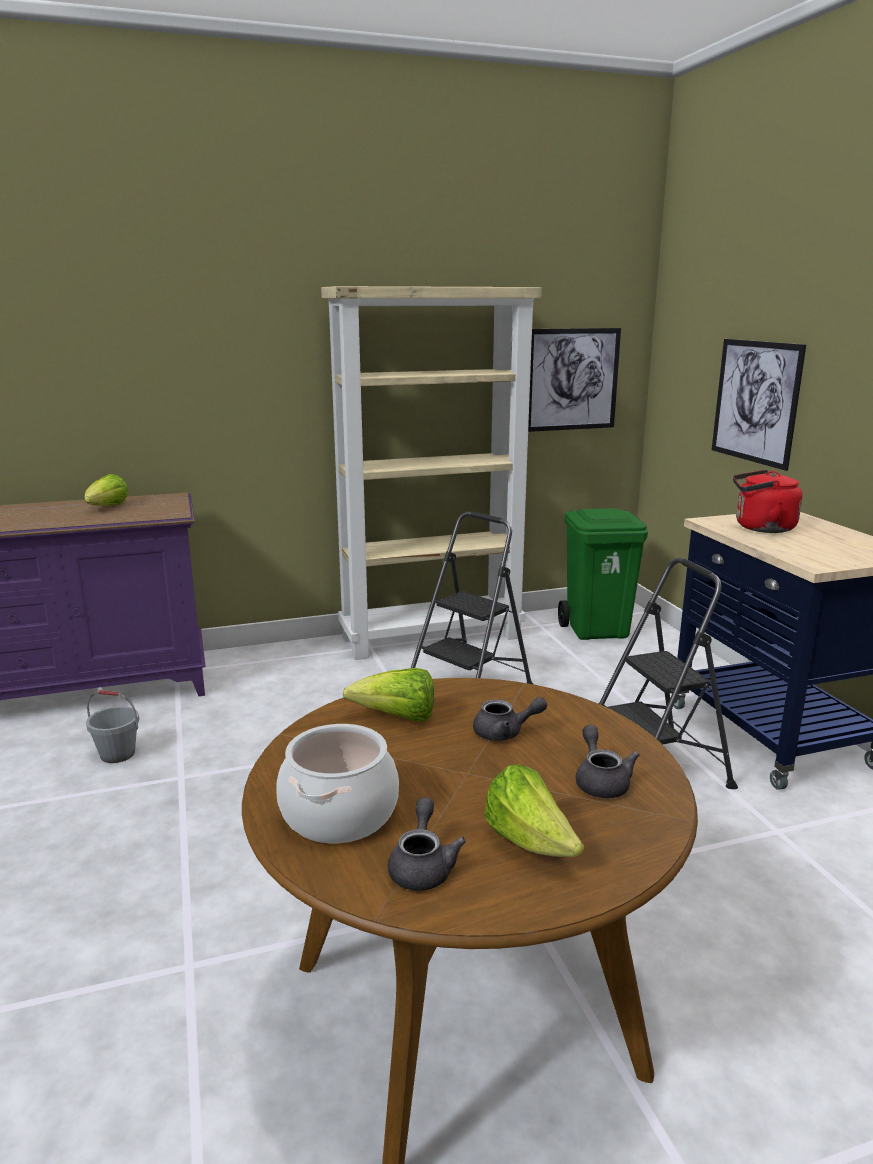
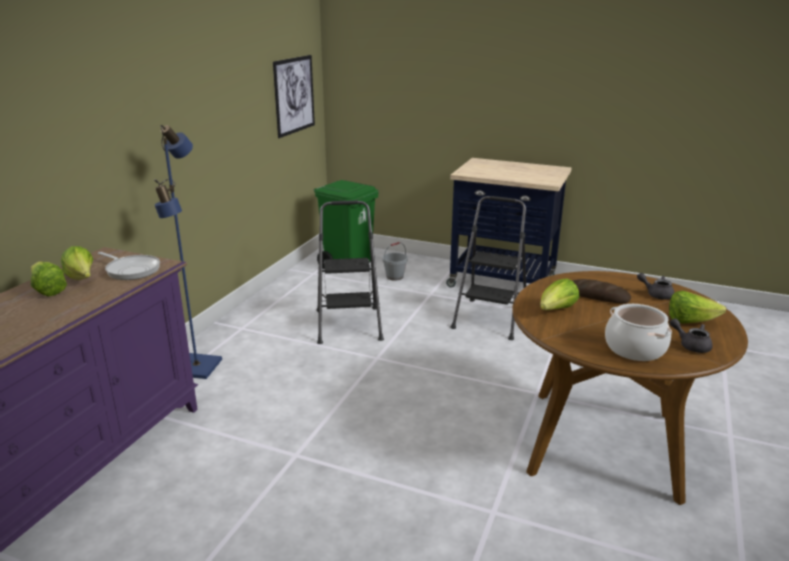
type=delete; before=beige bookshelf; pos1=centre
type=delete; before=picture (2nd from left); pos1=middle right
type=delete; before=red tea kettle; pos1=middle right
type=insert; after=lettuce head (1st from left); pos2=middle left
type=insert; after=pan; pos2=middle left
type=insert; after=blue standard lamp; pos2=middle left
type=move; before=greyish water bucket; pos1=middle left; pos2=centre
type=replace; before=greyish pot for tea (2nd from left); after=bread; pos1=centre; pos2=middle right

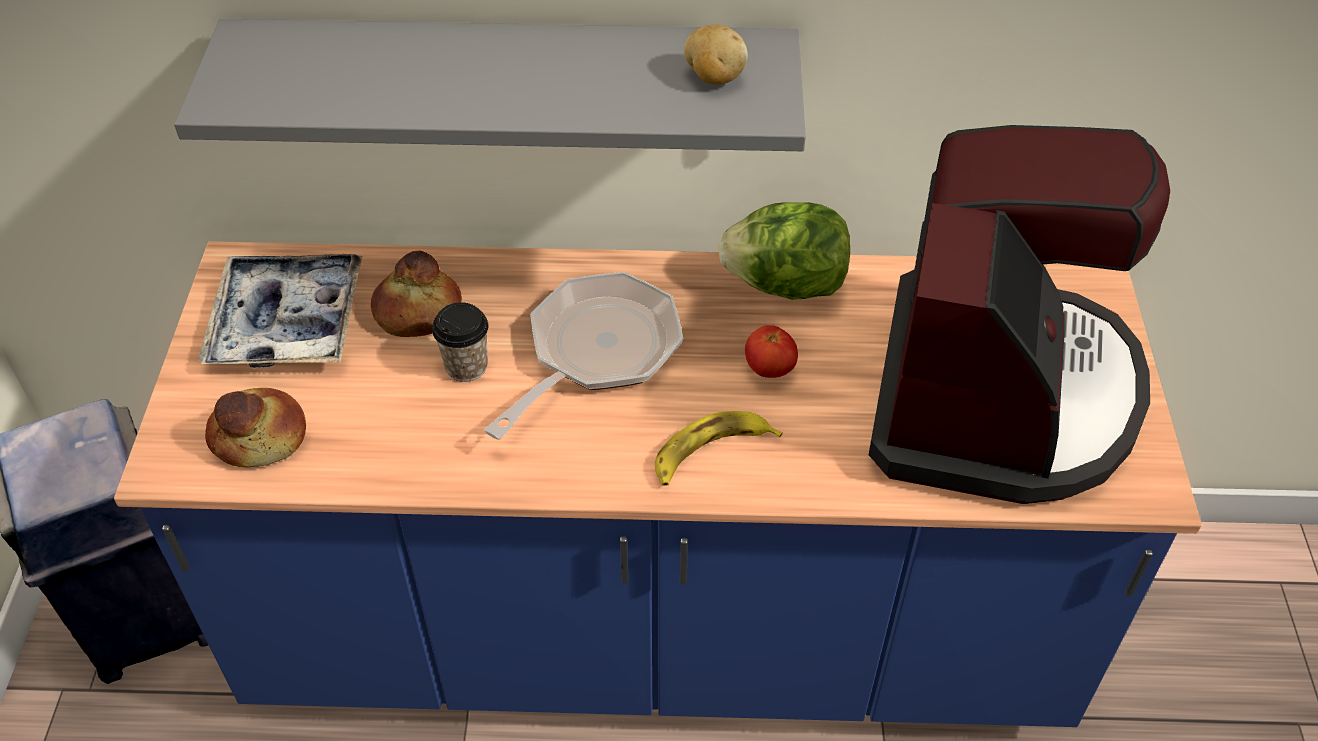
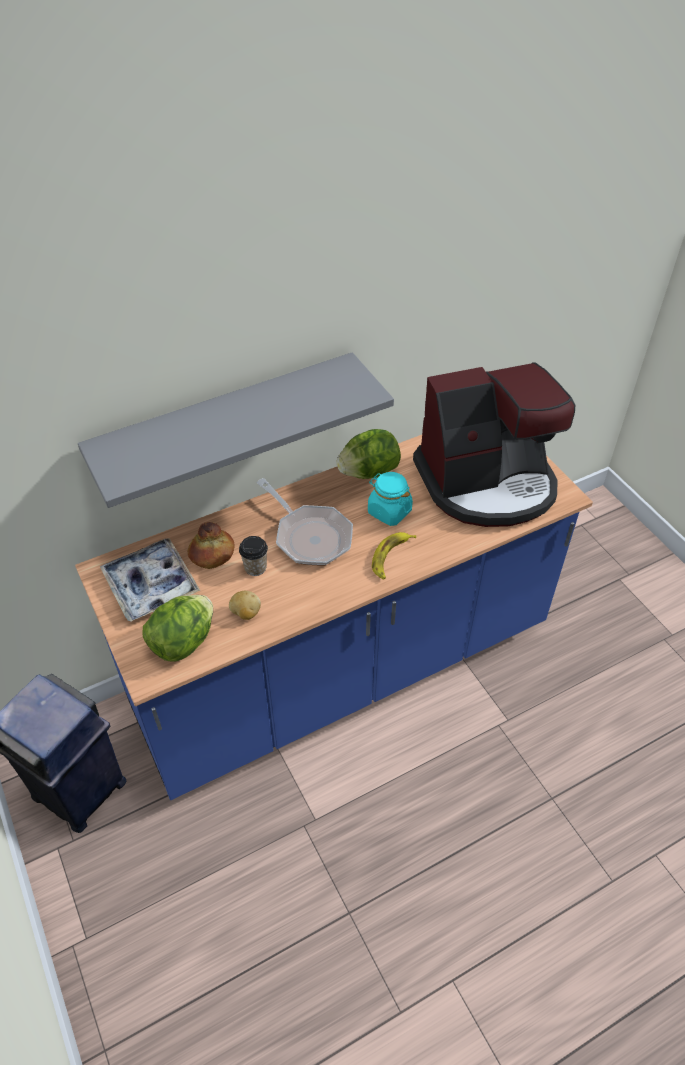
type=move; before=spud; pos1=top centre; pos2=centre
type=replace; before=bread (1st from left); after=lettuce head (1st from left); pos1=middle left; pos2=middle left
type=replace; before=whole tomato; after=turquoise jar; pos1=centre; pos2=centre
type=rotate; before=pan; pos1=centre; pos2=centre; turn=135
type=rotate; before=coffee maker; pos1=middle right; pos2=middle right; turn=90

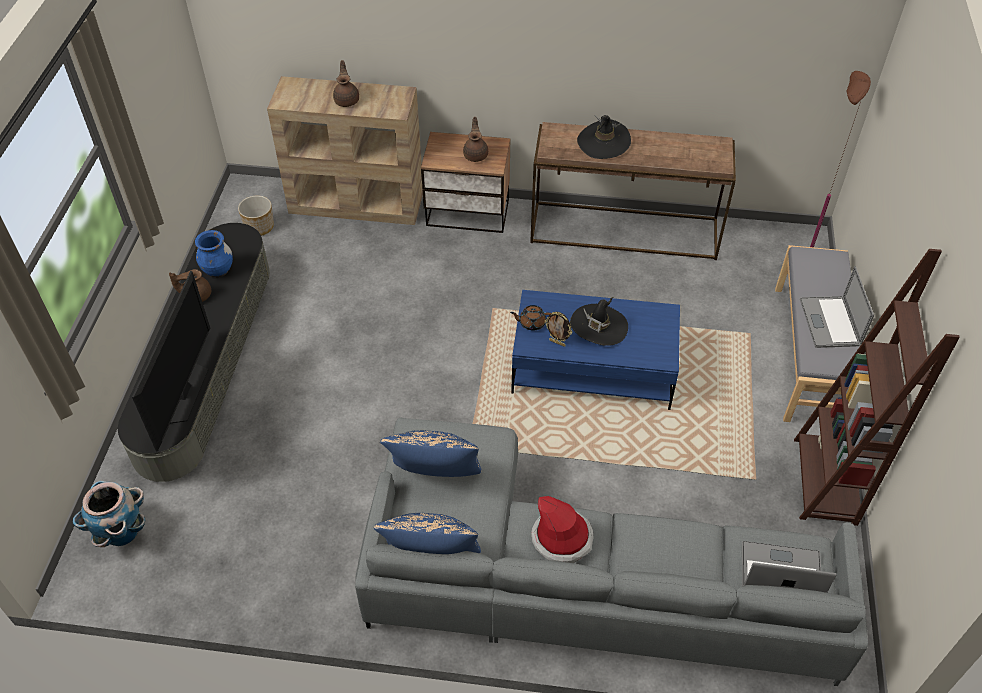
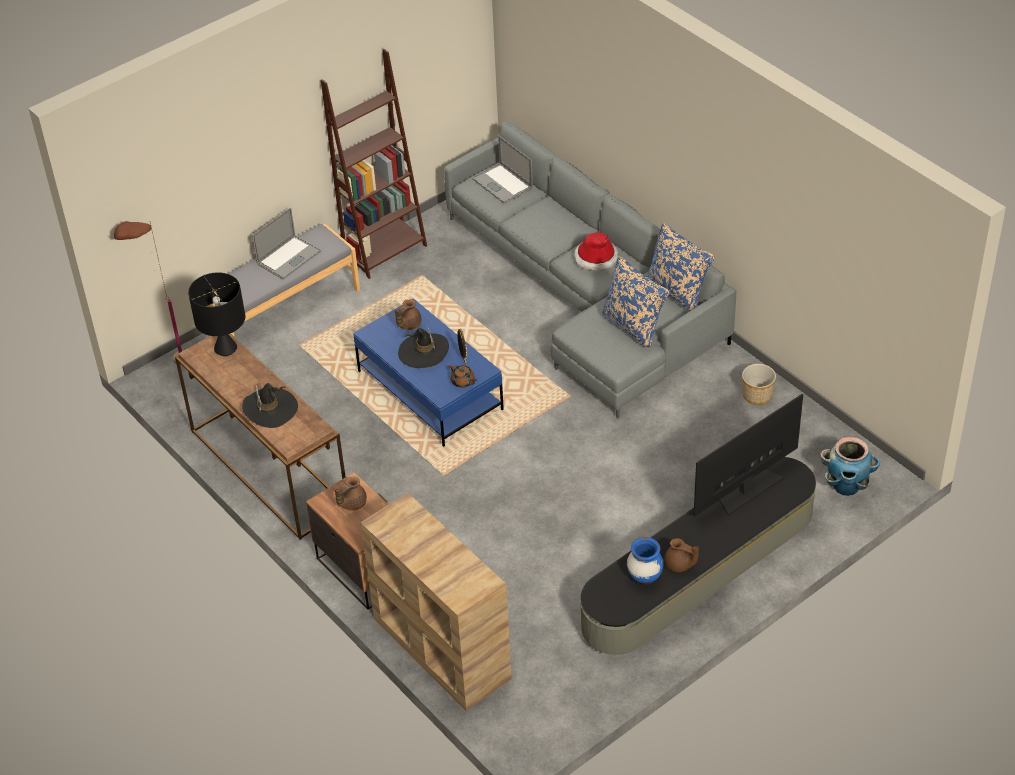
type=insert; after=black lamp for a table; pos2=middle left
type=move; before=planter (2nd from left in the first image); after=planter (1st from left); pos1=top left; pos2=middle right
type=move; before=brown-coloured pot for tea (2nd from left); pos1=top centre; pos2=centre

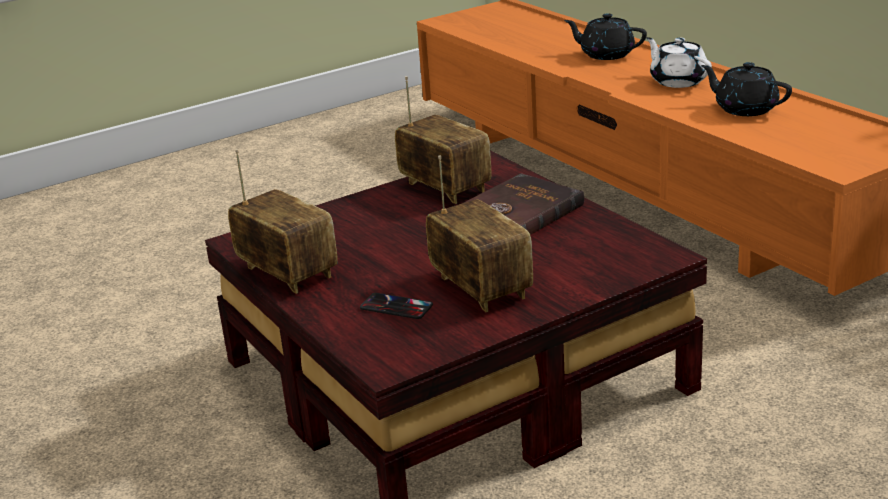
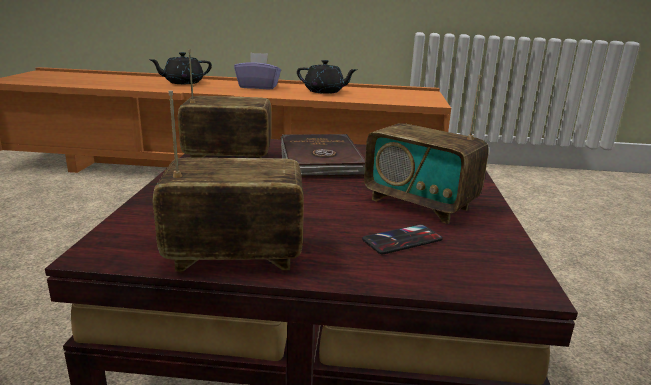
type=replace; before=whitish pot for tea; after=purplish tissue holder; pos1=top right; pos2=top centre
type=rotate; before=radio set (3rd from left); pos1=centre; pos2=centre; turn=-150
type=rotate; before=black pot for tea (2nd from left); pos1=top right; pos2=top centre; turn=-150

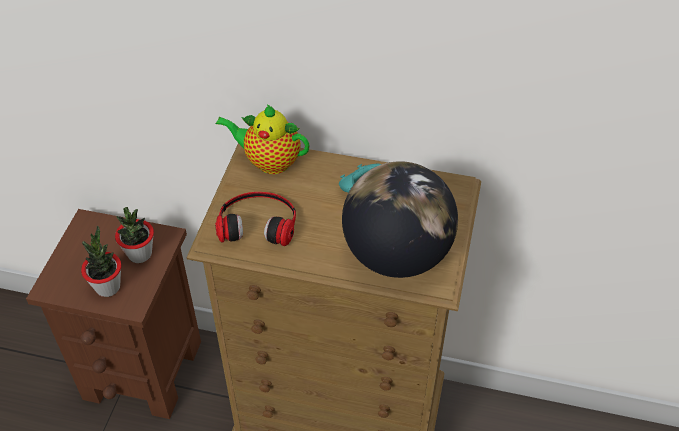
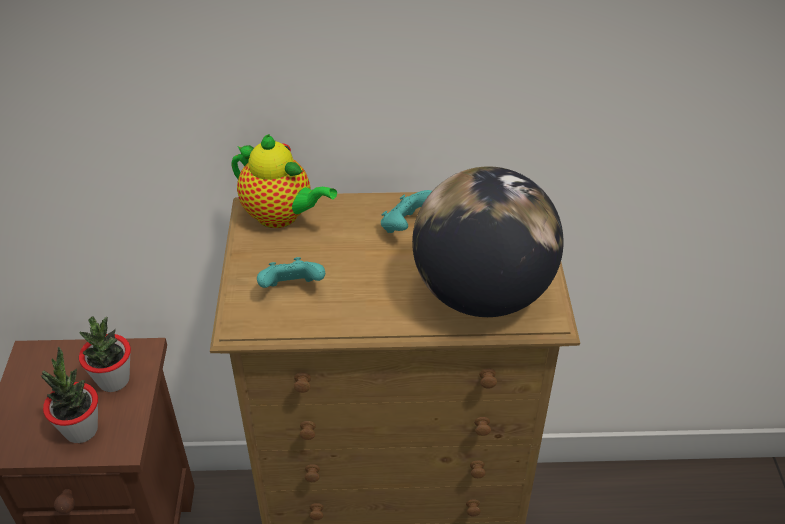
type=replace; before=headset; after=turquoise game controller (1st from left); pos1=centre; pos2=centre
type=rotate; before=pot for tea; pos1=top centre; pos2=centre; turn=-150

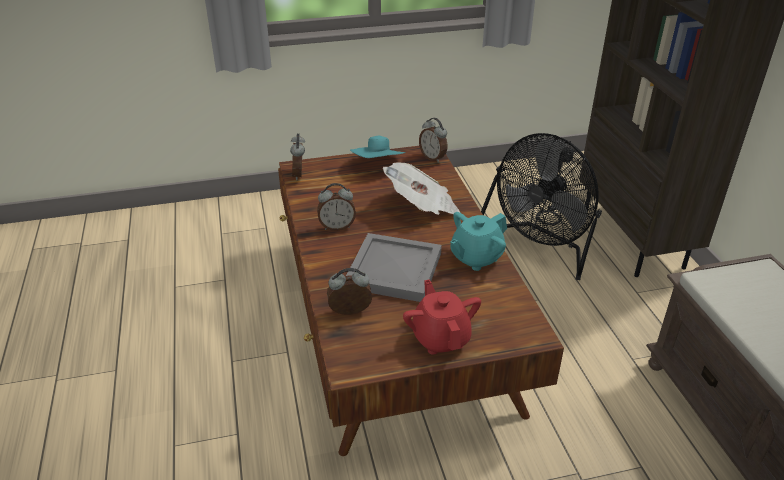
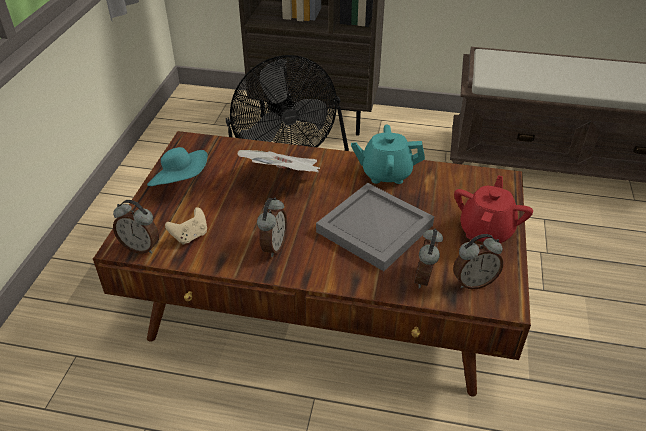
type=insert; after=beige game controller; pos2=middle left
type=move; before=alarm clock (4th from left); pos1=top centre; pos2=middle right
type=rotate; before=red pot for tea; pos1=centre; pos2=middle right; turn=105
type=rotate; before=turquoise pot for tea; pos1=centre; pos2=centre; turn=105

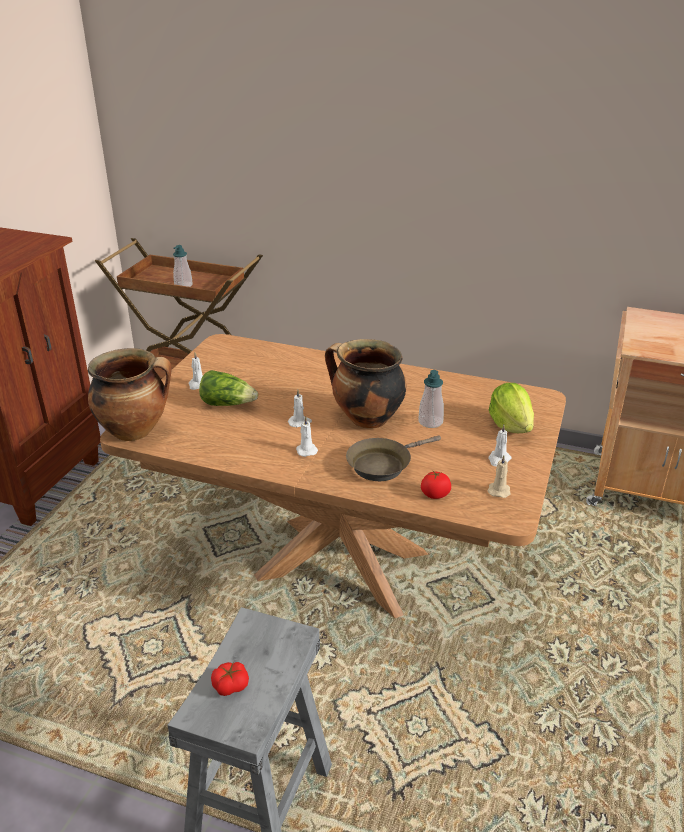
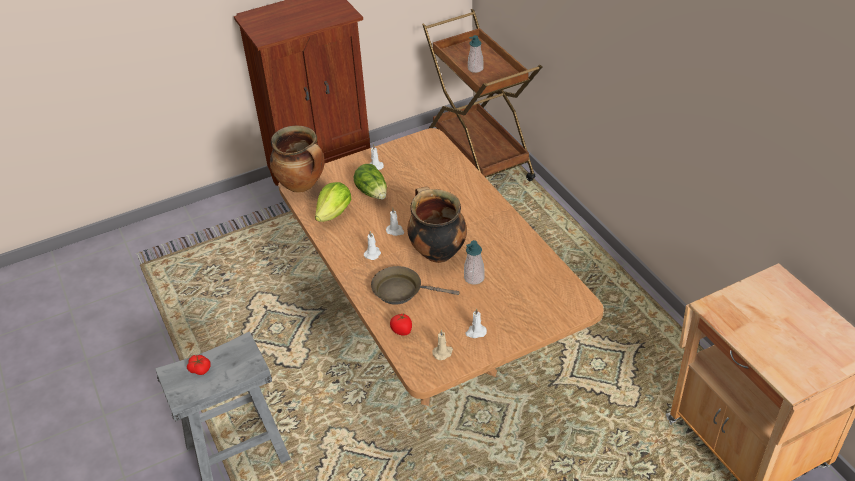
type=move; before=lettuce head (2nd from left in the first image); after=lettuce head (1st from left); pos1=middle right; pos2=centre

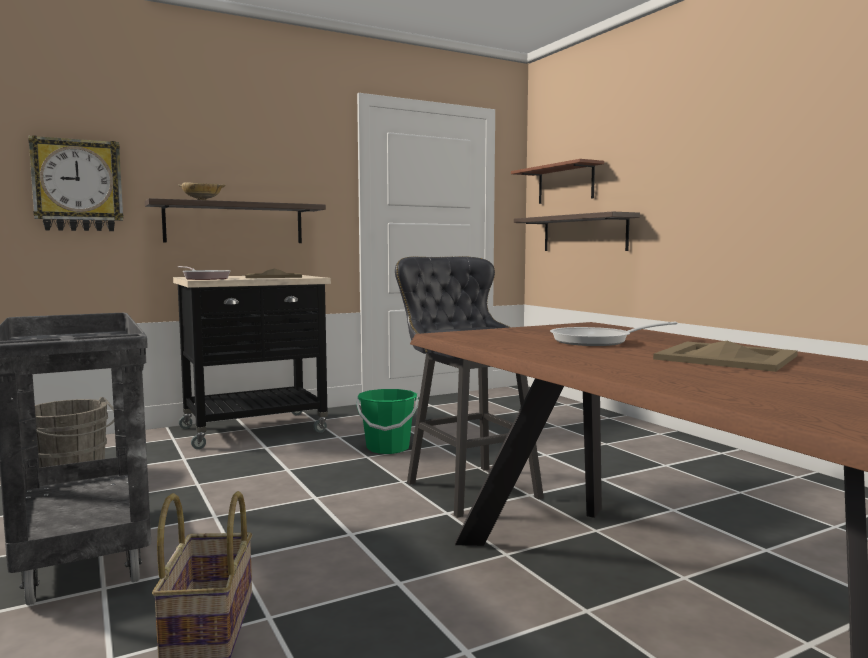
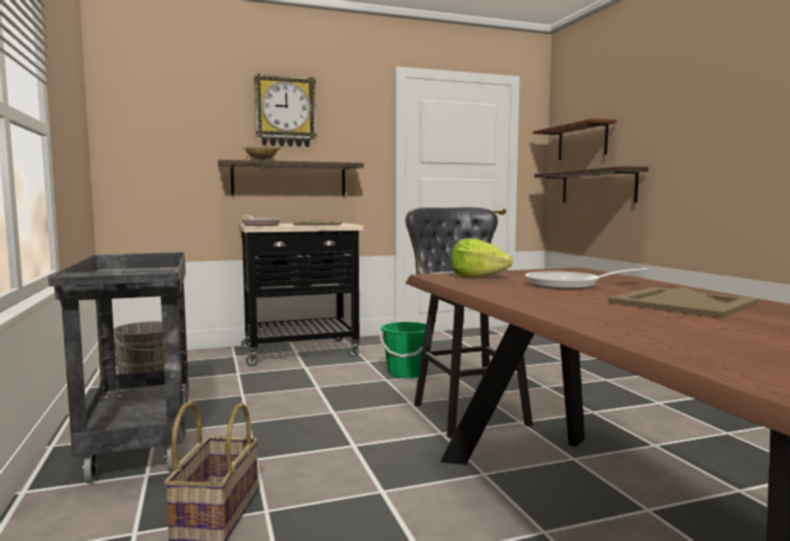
type=insert; after=lettuce head; pos2=centre
type=move; before=wall clock; pos1=top left; pos2=top centre

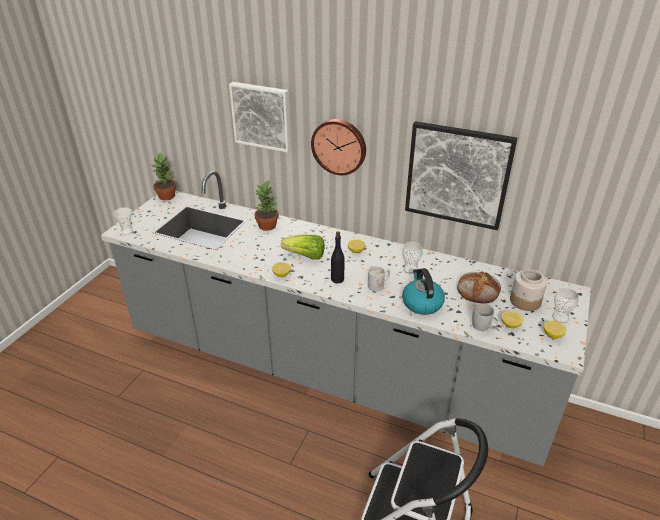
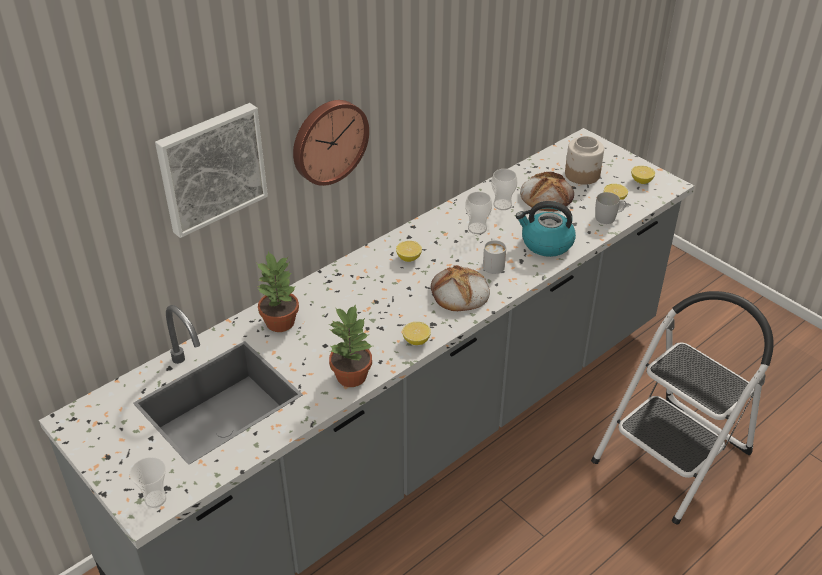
type=delete; before=lettuce head; pos1=centre
type=delete; before=picture (2nd from left); pos1=middle right
type=move; before=houseplant (1st from left in the first image); after=houseplant (2nd from left); pos1=middle left; pos2=centre
type=move; before=drinking cup (3rd from left); pos1=middle right; pos2=top centre
type=replace; before=black bottle; after=bread (1st from left); pos1=centre; pos2=centre

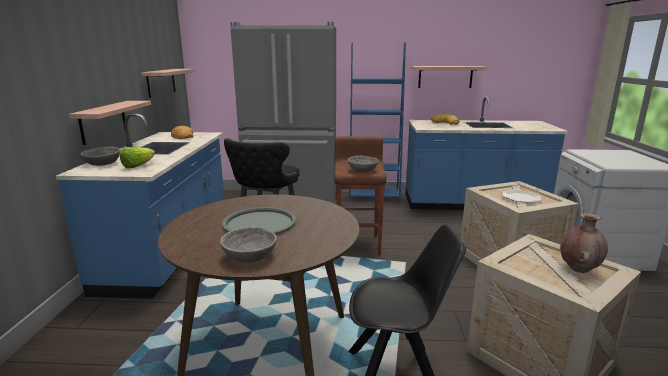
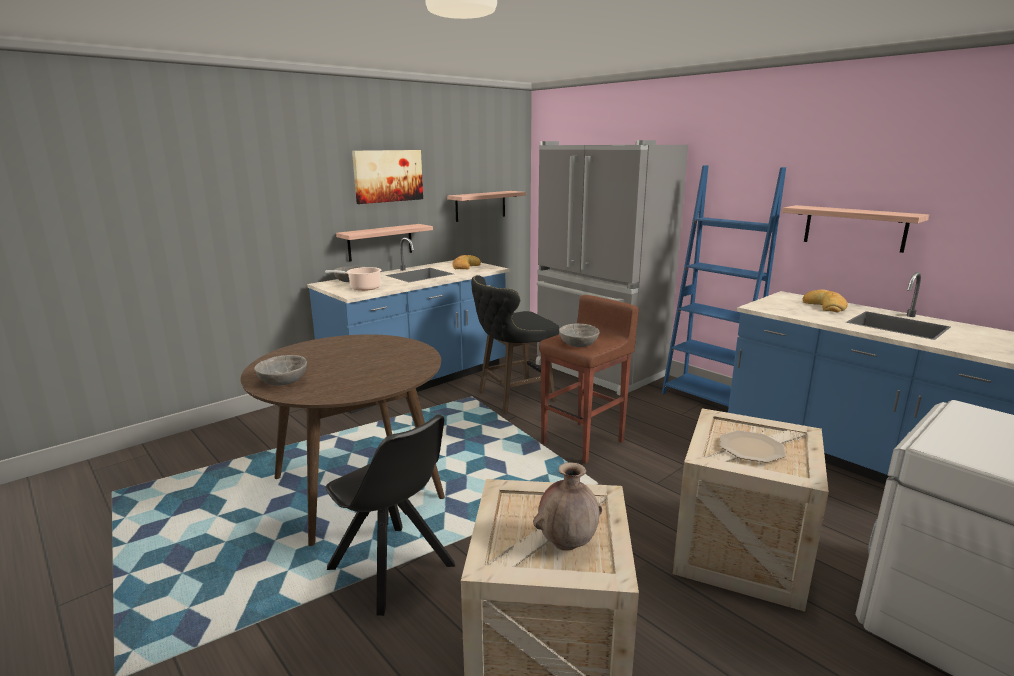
type=delete; before=greyish tray; pos1=centre
type=insert; after=picture; pos2=top centre
type=replace; before=lettuce head; after=saucepot; pos1=middle left; pos2=centre

